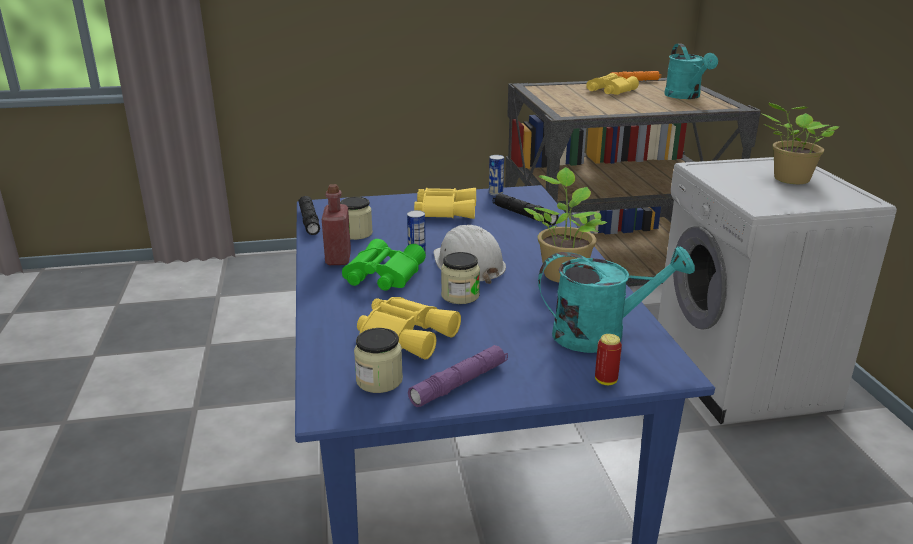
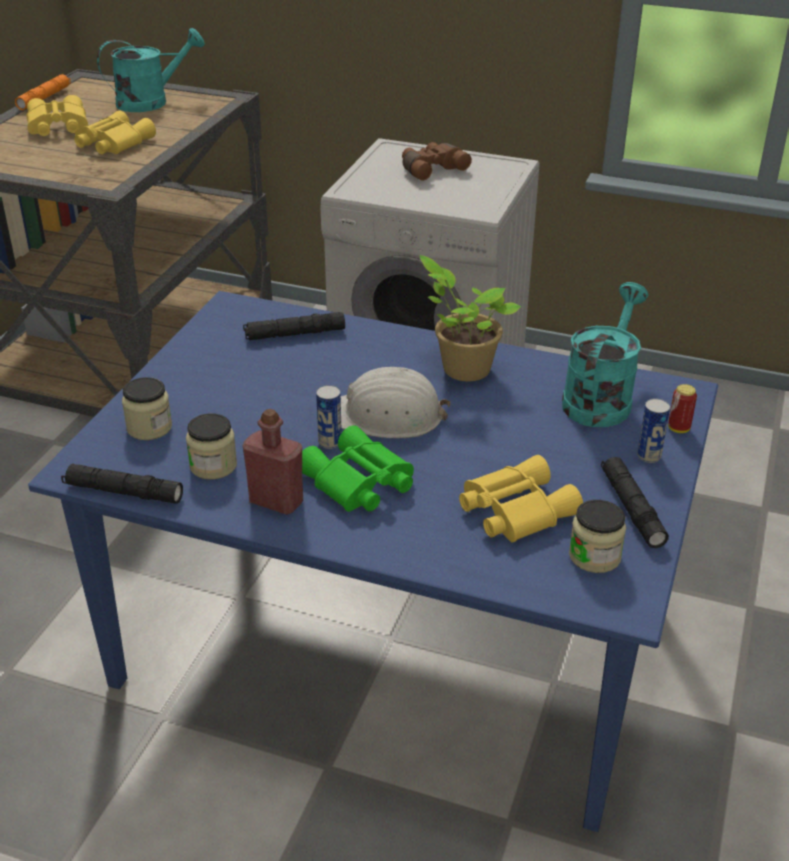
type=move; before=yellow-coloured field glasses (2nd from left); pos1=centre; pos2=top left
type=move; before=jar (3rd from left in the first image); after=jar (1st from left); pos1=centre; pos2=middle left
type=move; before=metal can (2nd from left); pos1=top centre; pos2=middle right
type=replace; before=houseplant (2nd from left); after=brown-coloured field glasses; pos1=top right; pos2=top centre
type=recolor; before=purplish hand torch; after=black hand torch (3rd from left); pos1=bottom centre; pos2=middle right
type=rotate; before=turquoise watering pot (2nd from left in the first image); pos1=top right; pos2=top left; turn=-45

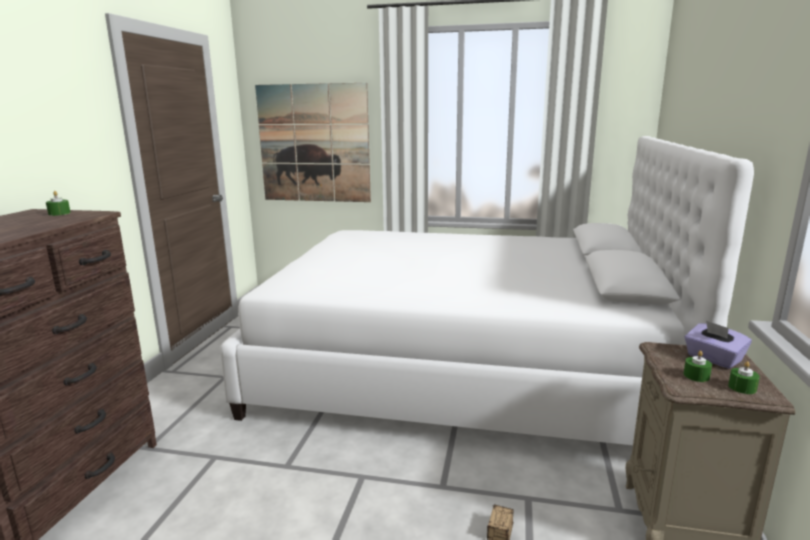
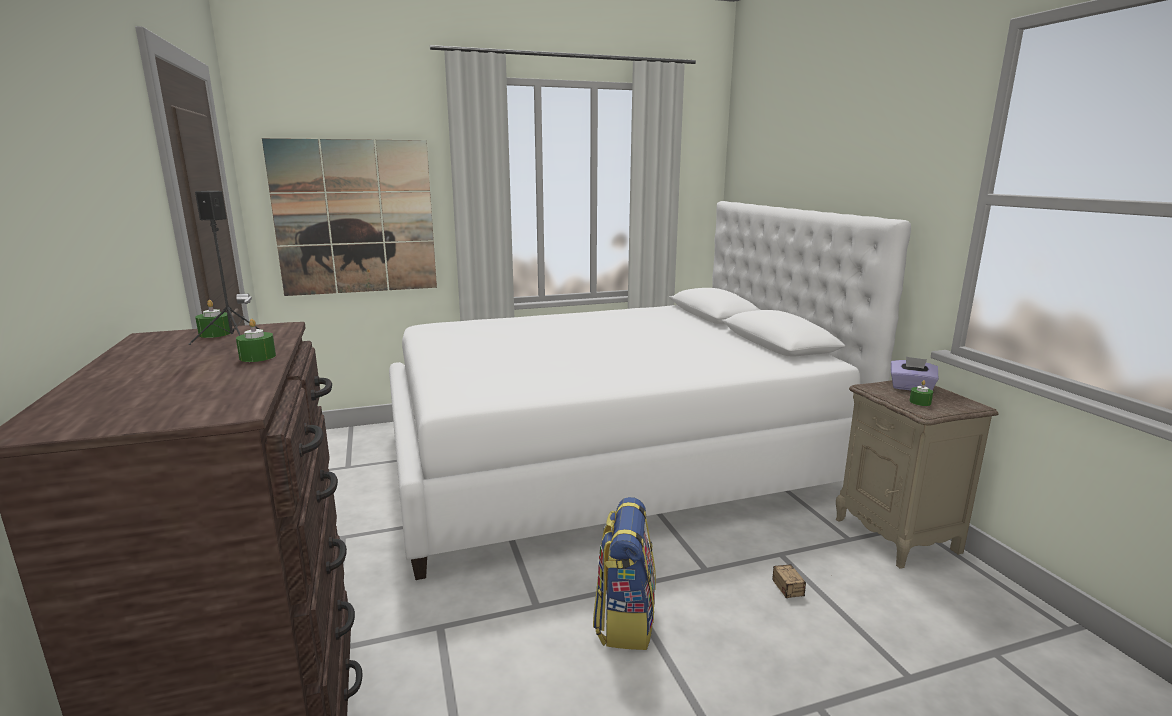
type=insert; after=black audio speaker; pos2=middle left
type=insert; after=knapsack; pos2=bottom centre
type=move; before=greenish wax light (3rd from left in the first image); after=greenish wax light (2nd from left); pos1=bottom right; pos2=middle left

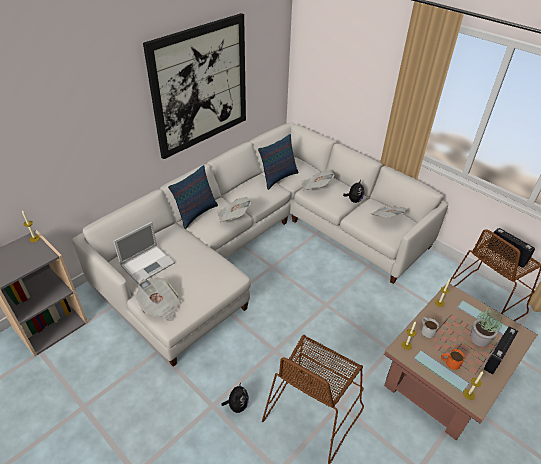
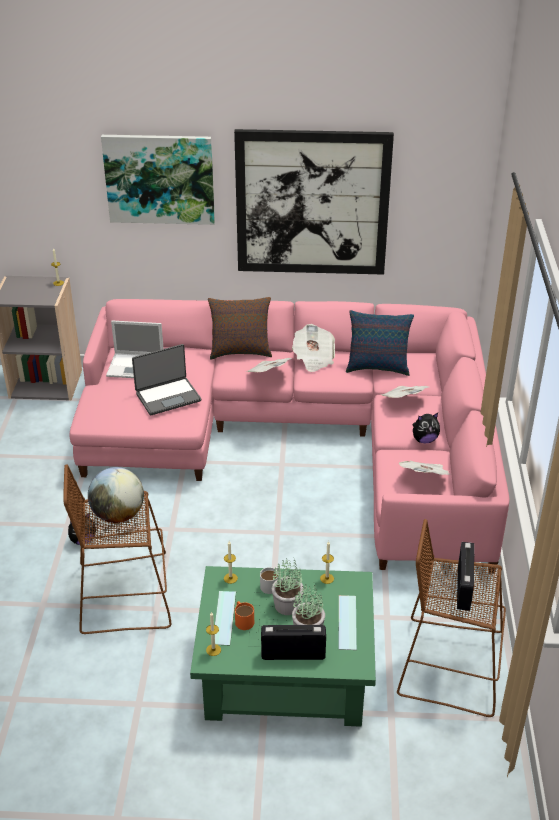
type=insert; after=globe; pos2=middle left
type=insert; after=picture (1st from left); pos2=top left
type=insert; after=portable computer (2nd from left); pos2=middle left
type=insert; after=houseplant (1st from left); pos2=bottom centre
type=move; before=daily paper (1st from left in the first image); after=daily paper (2nd from left); pos1=middle left; pos2=centre
type=recolor; before=whitish settee; after=pinkish settee; pos1=centre; pos2=centre
type=recolor; before=blue throw pillow (1st from left); after=brown-coloured throw pillow; pos1=centre; pos2=centre
type=recolor; before=brown-coloured low table; after=greenish low table; pos1=bottom right; pos2=bottom centre

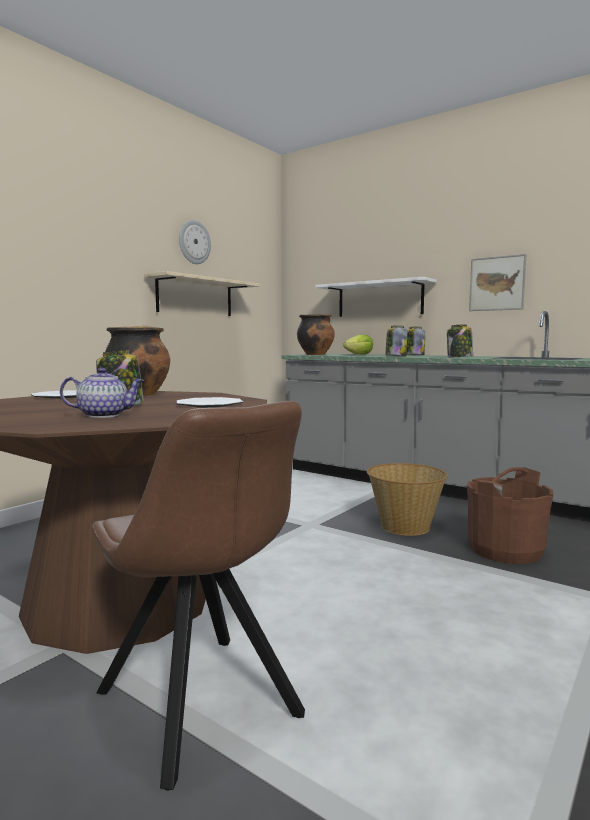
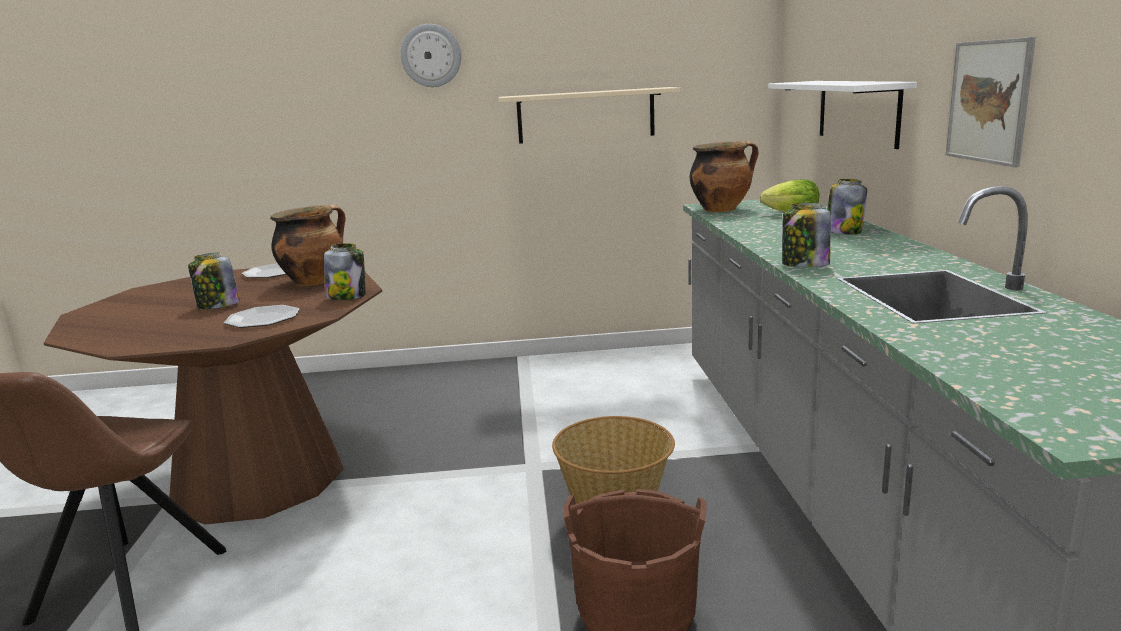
type=delete; before=pot for tea; pos1=middle left
type=move; before=wall clock; pos1=top left; pos2=top centre
type=move; before=jar (2nd from left); pos1=middle right; pos2=middle left

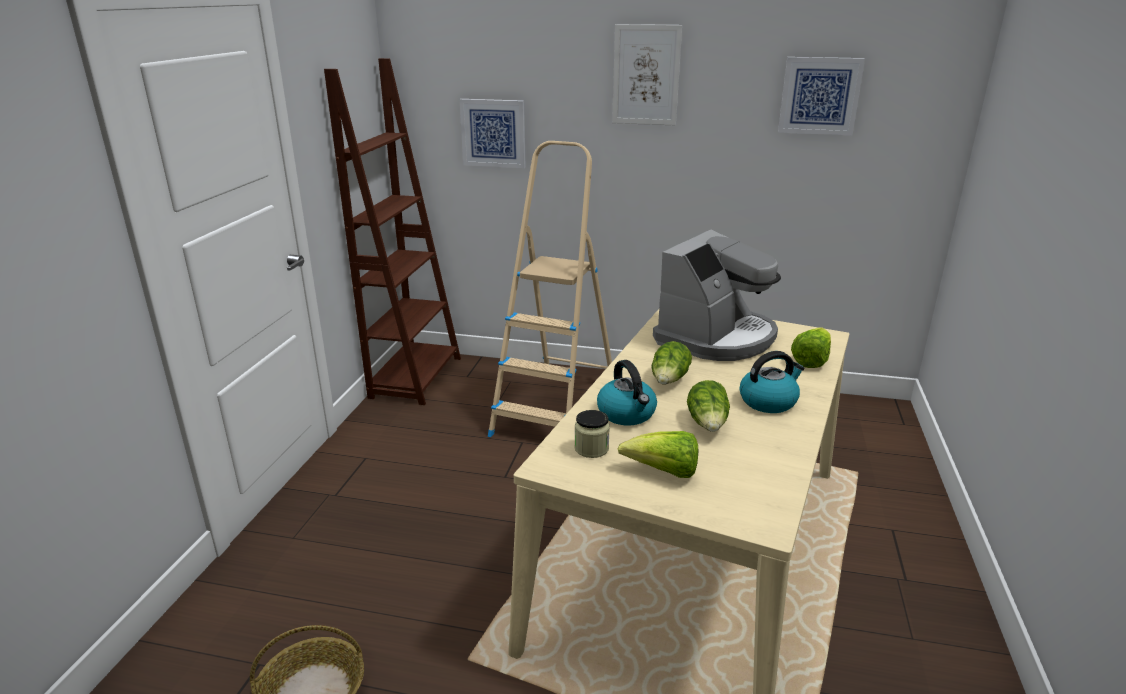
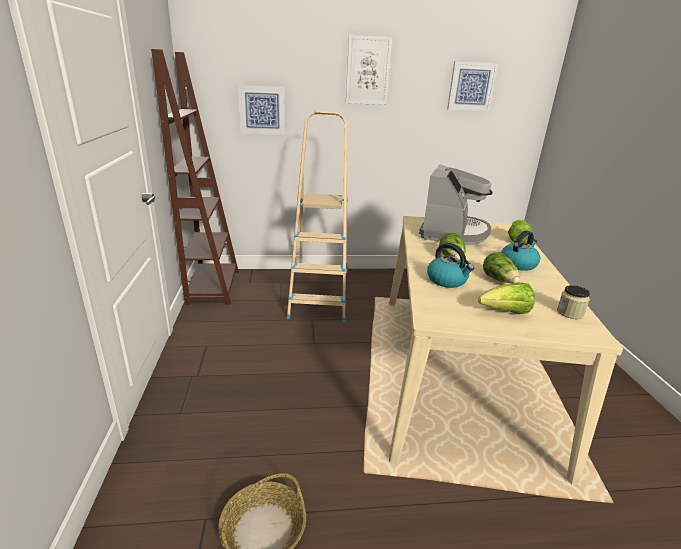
type=move; before=jar; pos1=centre; pos2=middle right

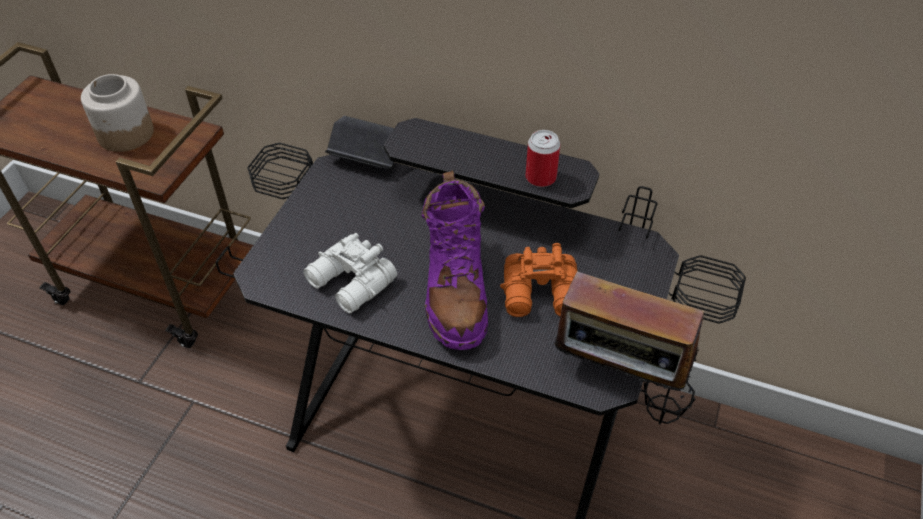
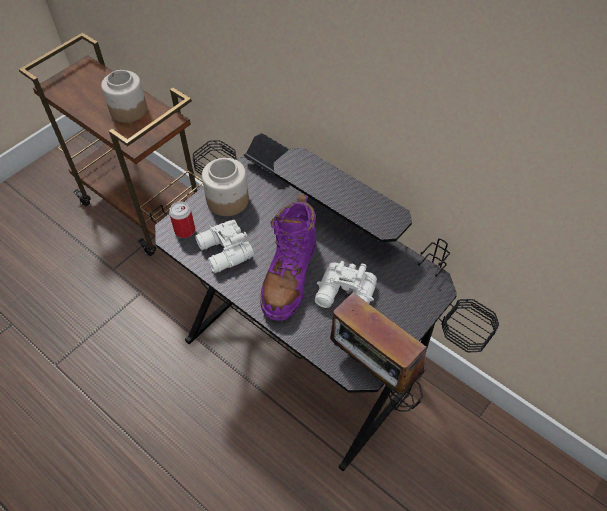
type=insert; after=jar (2nd from left); pos2=centre
type=move; before=metal can; pos1=top centre; pos2=middle left
type=recolor; before=orangey field glasses; after=whitish field glasses (2nd from left); pos1=centre; pos2=centre

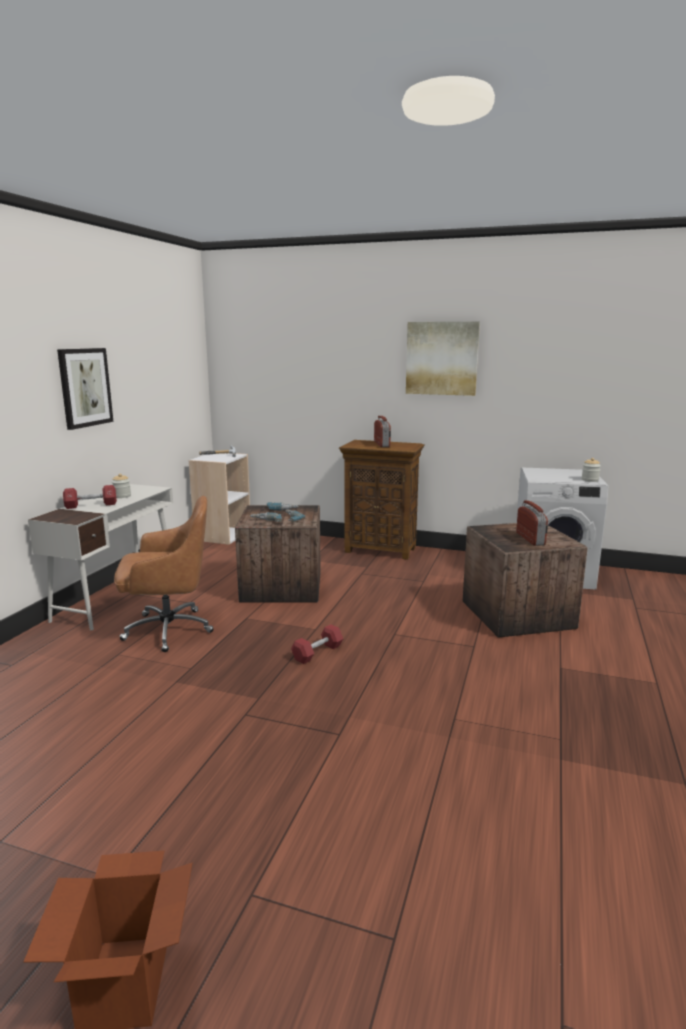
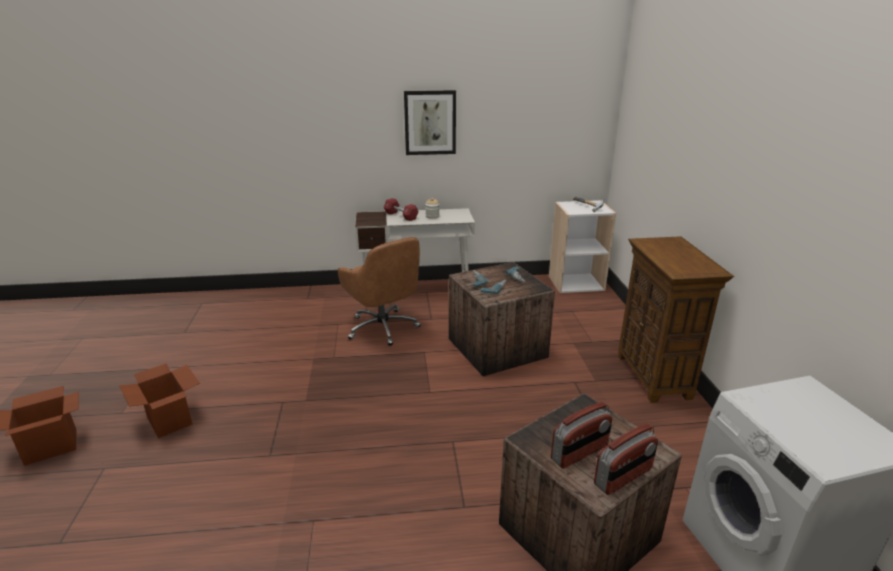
type=delete; before=red free weight (2nd from left); pos1=centre
type=delete; before=picture (2nd from left); pos1=centre
type=delete; before=jar (2nd from left); pos1=middle right
type=insert; after=packing box (2nd from left); pos2=bottom left
type=move; before=radio set (1st from left in the first image); after=radio set (2nd from left); pos1=centre; pos2=bottom right

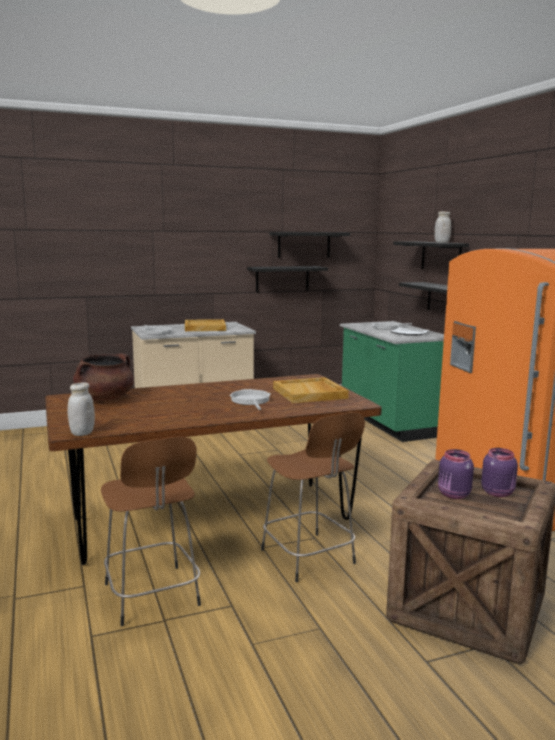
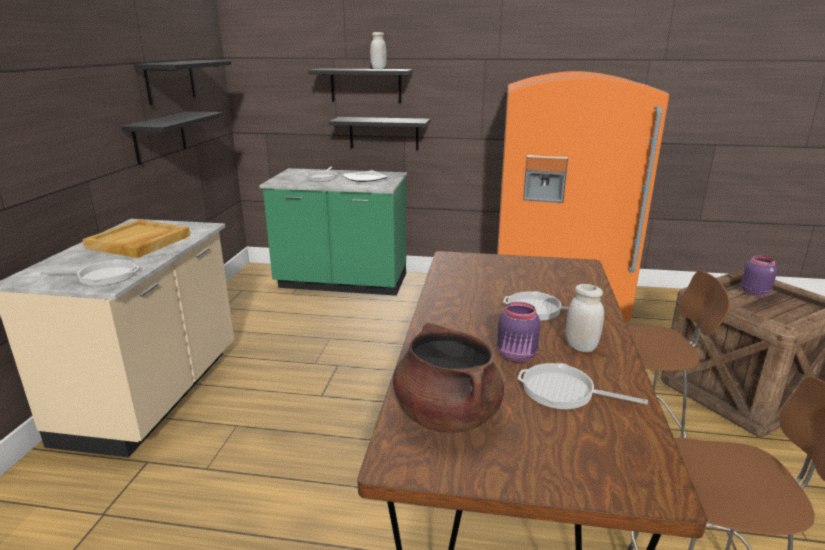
type=delete; before=beige tray (2nd from left); pos1=centre
type=insert; after=pan (4th from left); pos2=bottom right
type=move; before=whitish jar (1st from left in the first image); after=whitish jar (2nd from left); pos1=middle left; pos2=middle right
type=move; before=purplish jar (1st from left); pos1=middle right; pos2=centre

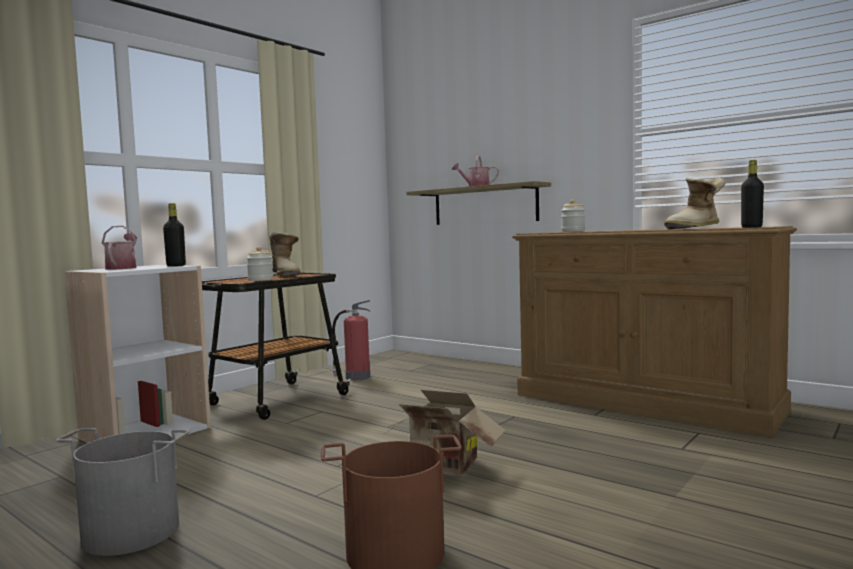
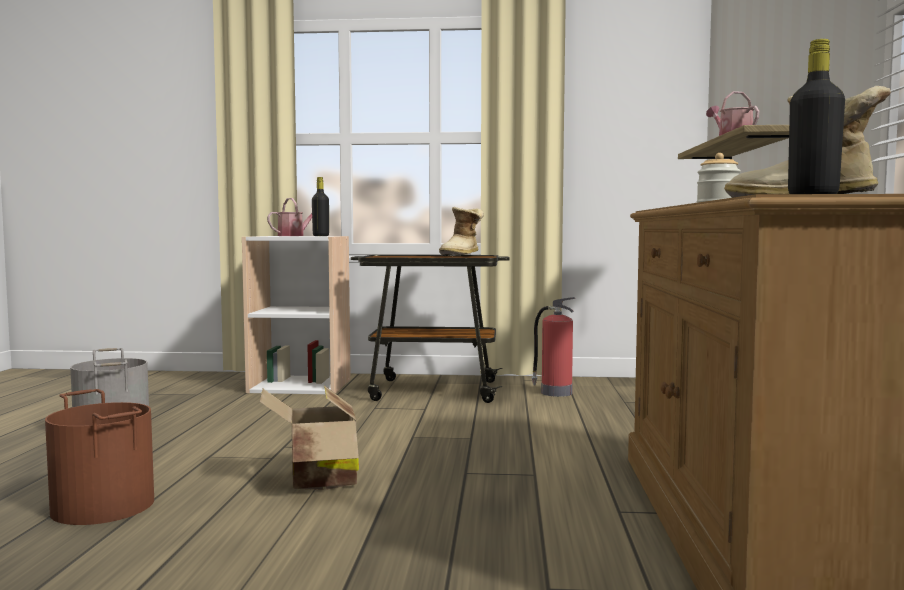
type=delete; before=jar (1st from left); pos1=middle left

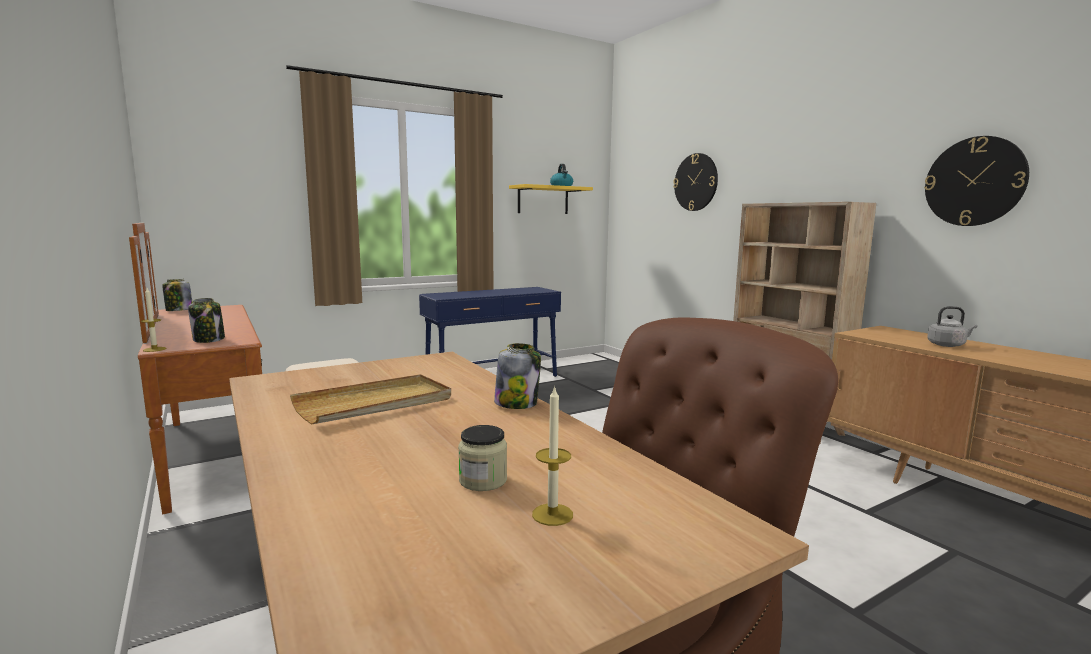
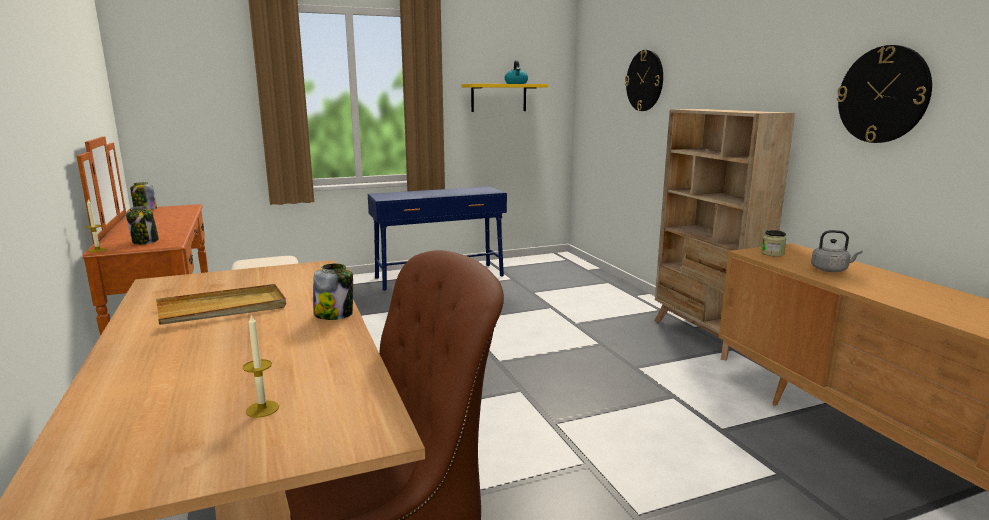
type=move; before=jar (3rd from left in the first image); after=jar (4th from left); pos1=bottom centre; pos2=middle right

